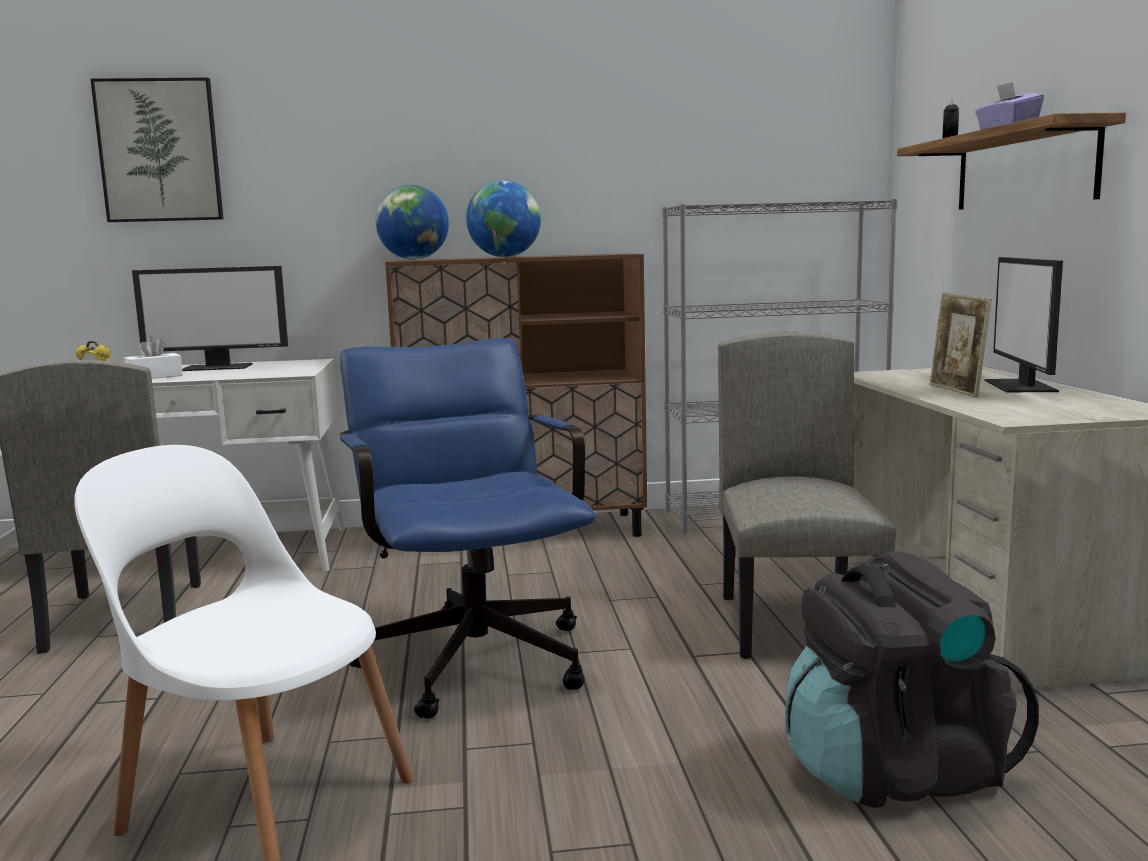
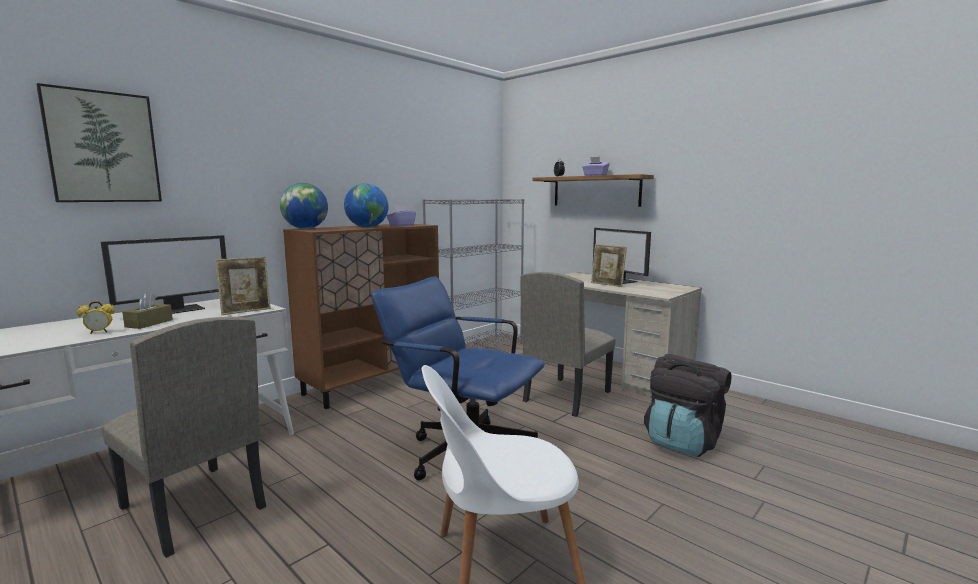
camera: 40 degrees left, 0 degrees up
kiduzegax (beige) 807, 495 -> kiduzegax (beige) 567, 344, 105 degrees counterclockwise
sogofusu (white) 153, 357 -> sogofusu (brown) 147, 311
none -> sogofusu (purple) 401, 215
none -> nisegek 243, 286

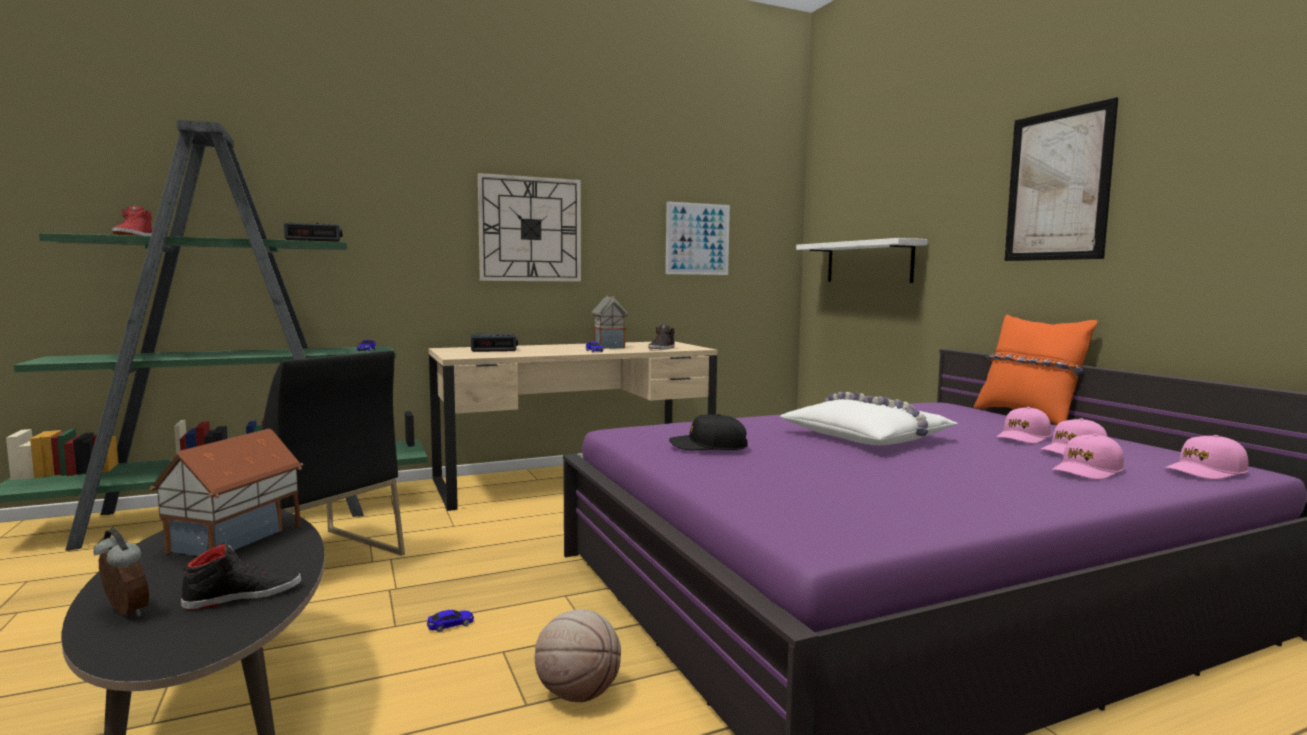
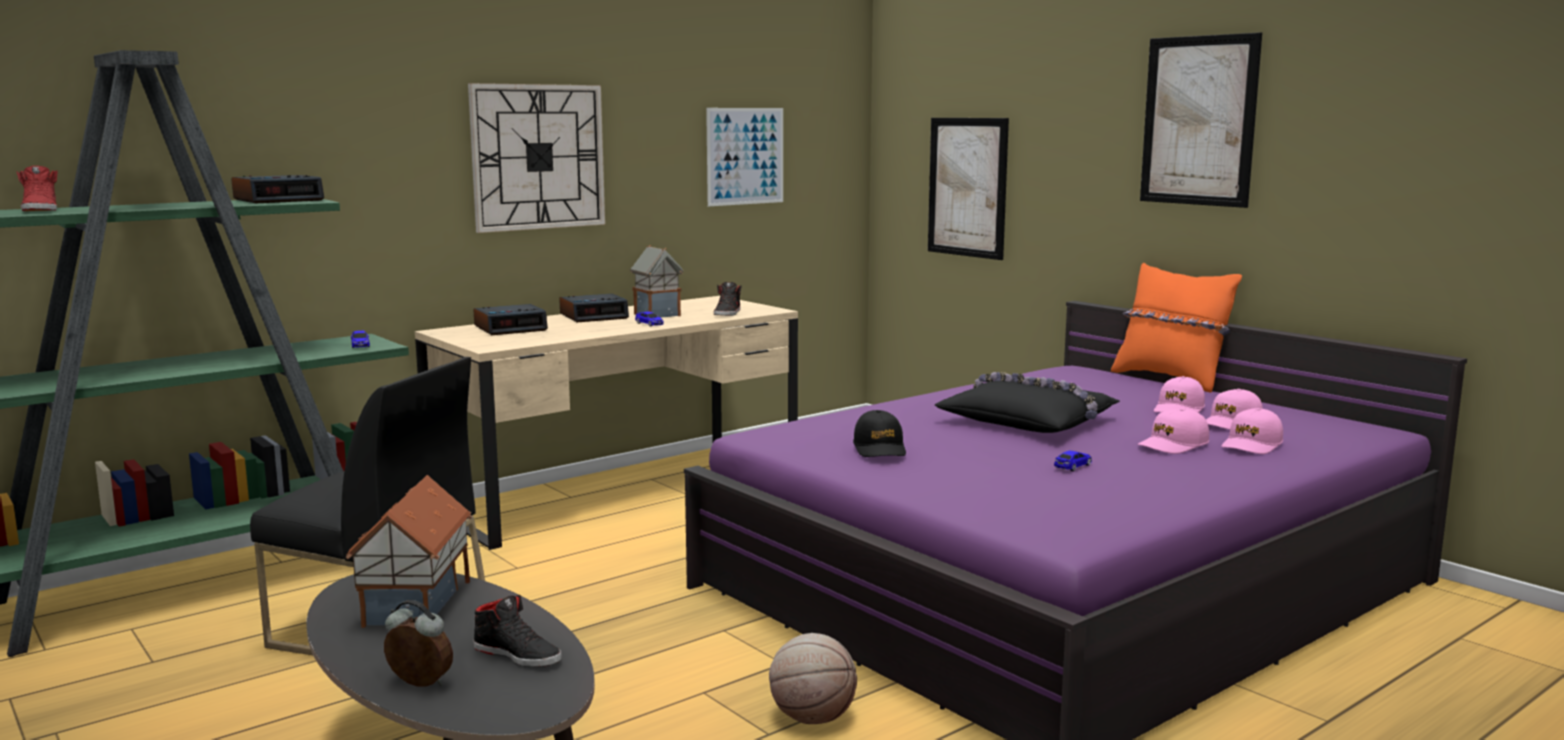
camera: 15 degrees left, 5 degrees up
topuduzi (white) 862, 260 -> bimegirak 968, 189
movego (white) 869, 418 -> movego (black) 1027, 402
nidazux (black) 708, 432 -> nidazux (black) 879, 433, 90 degrees counterclockwise
nidazux (pink) 1206, 457 -> nidazux (pink) 1173, 431, moved
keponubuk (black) 241, 576 -> keponubuk (black) 517, 631, 75 degrees clockwise
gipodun 450, 621 -> gipodun 1073, 461, moved
none -> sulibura 594, 308

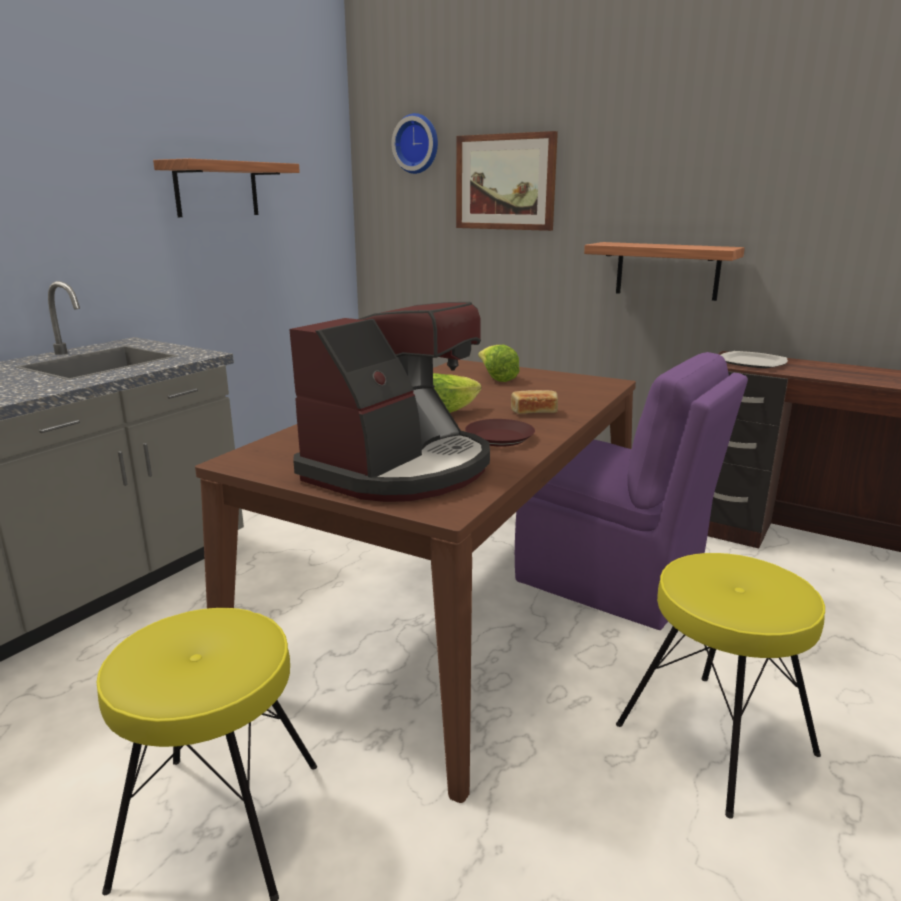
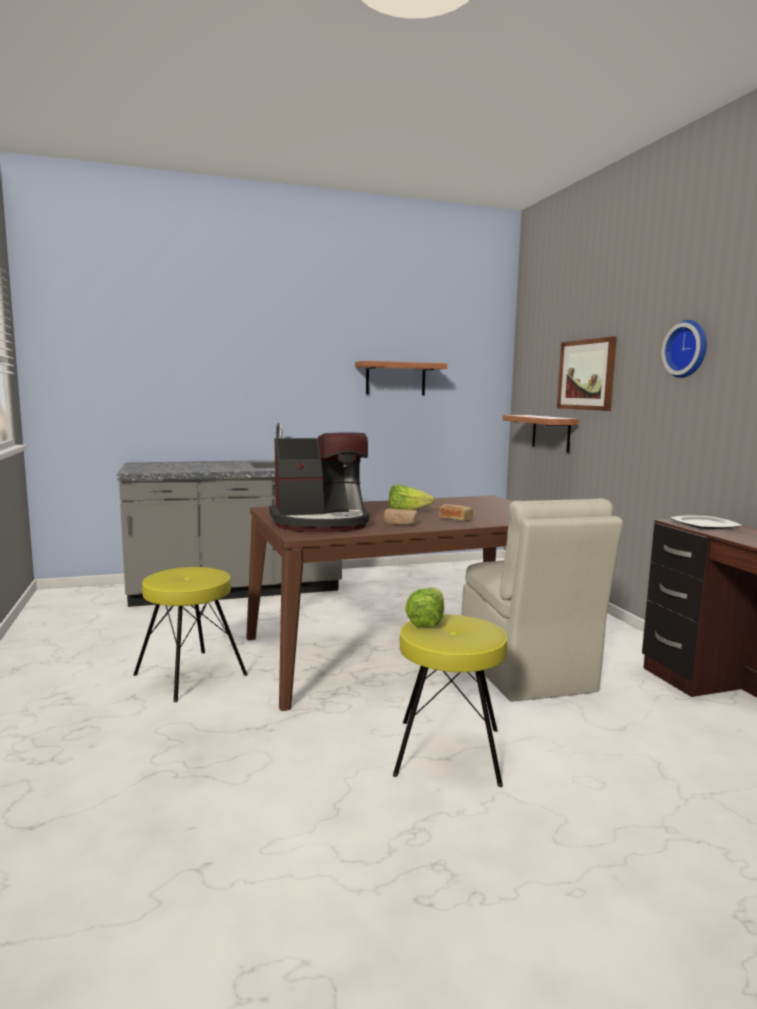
camera: 40 degrees right, 10 degrees down
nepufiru 414, 143 -> nepufiru 684, 349, moved
topuduzi 664, 271 -> topuduzi 541, 434, moved
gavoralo 499, 363 -> gavoralo 424, 607, moved
kiduzegax (purple) 631, 491 -> kiduzegax (beige) 542, 600
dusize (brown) 500, 433 -> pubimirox 400, 516

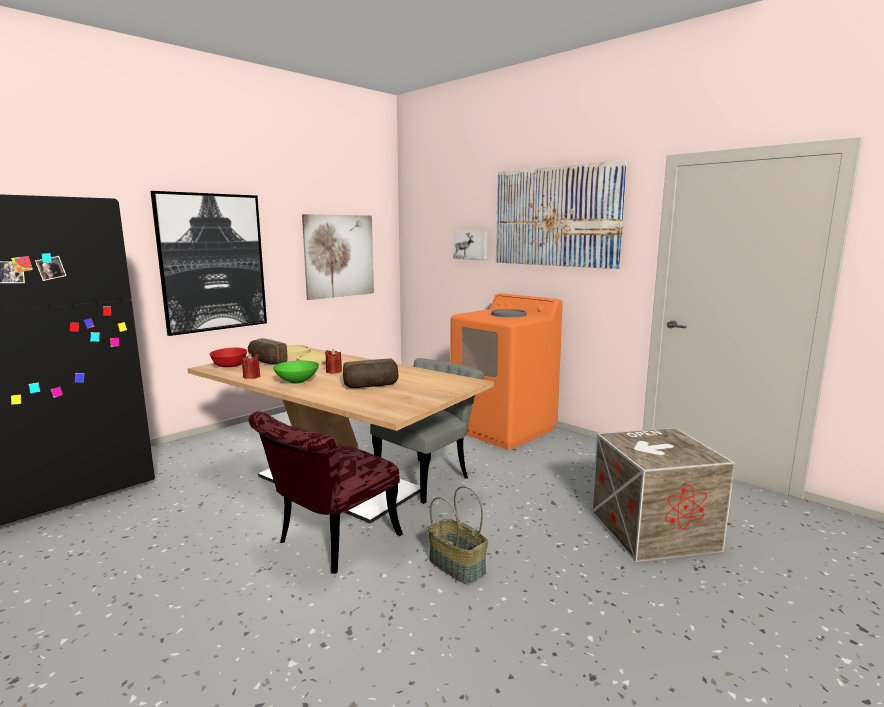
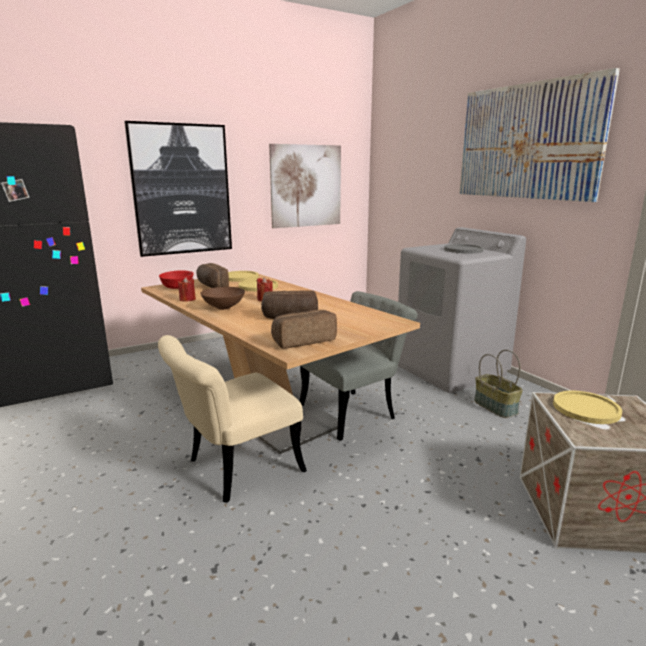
camera: 15 degrees right, 5 degrees up
bimegirak 470, 245 -> none
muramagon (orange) 506, 371 -> muramagon (grey) 462, 310
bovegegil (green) 296, 372 -> bovegegil (brown) 223, 298
kiduzegax (red) 326, 492 -> kiduzegax (beige) 232, 419
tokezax 458, 535 -> tokezax 498, 384, moved
none -> pubimirox 304, 329
none -> dusize (yellow) 587, 407

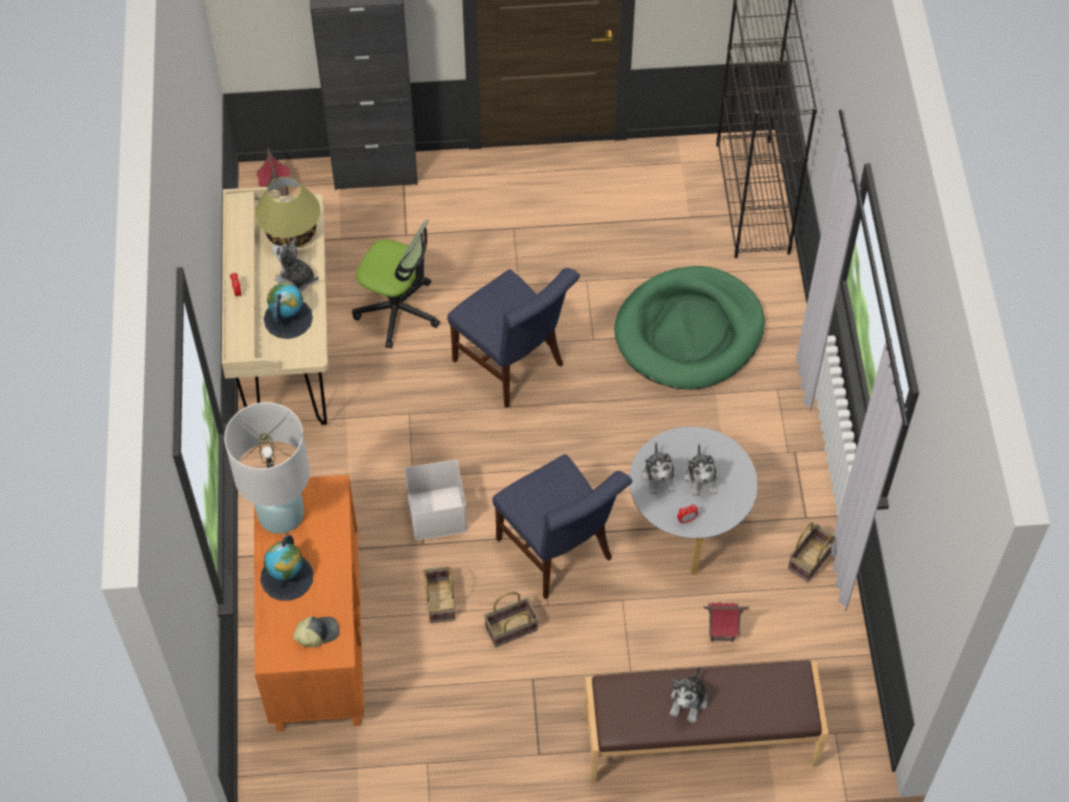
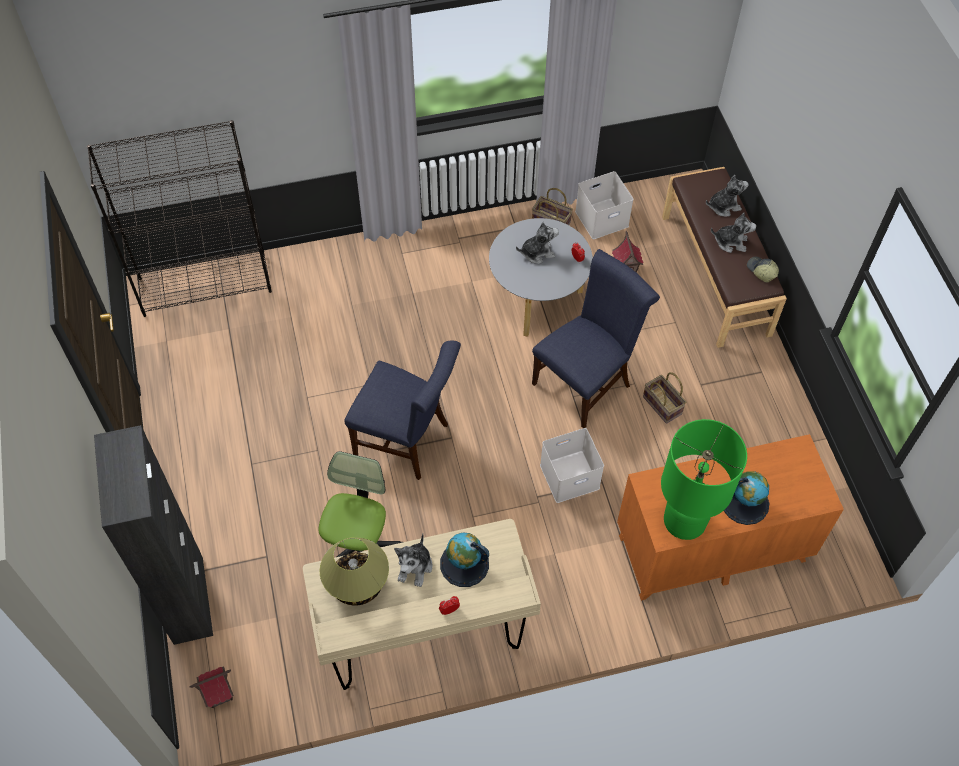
camera: 100 degrees left, 0 degrees up
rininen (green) 689, 328 -> none
kiduzegax (blue) 513, 338 -> kiduzegax (blue) 402, 410, 75 degrees clockwise
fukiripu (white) 267, 468 -> fukiripu (green) 704, 479
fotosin 659, 468 -> fotosin 727, 195, moved
tokezax 439, 594 -> none
nidazux 316, 631 -> nidazux 763, 270, moved
none -> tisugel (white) 604, 205

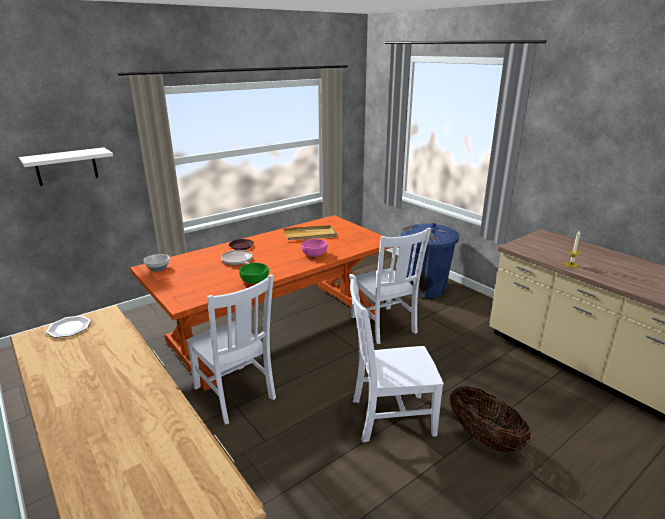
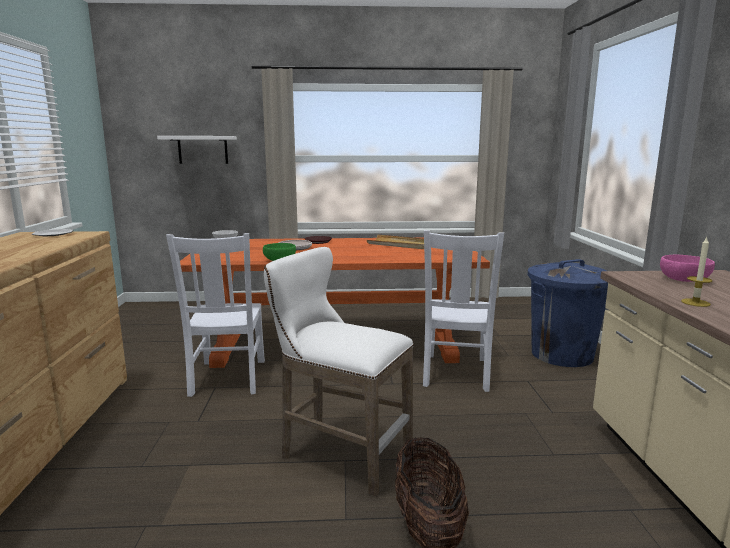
camera: 35 degrees right, 10 degrees down
bovegegil (pink) 314, 248 -> bovegegil (pink) 687, 268, moved
kiduzegax (white) 396, 358 -> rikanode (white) 339, 371

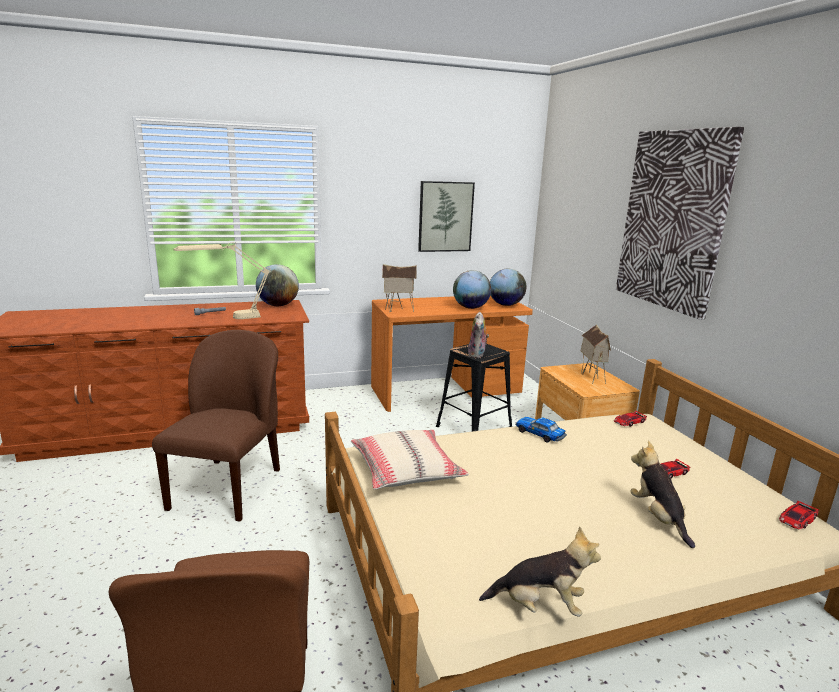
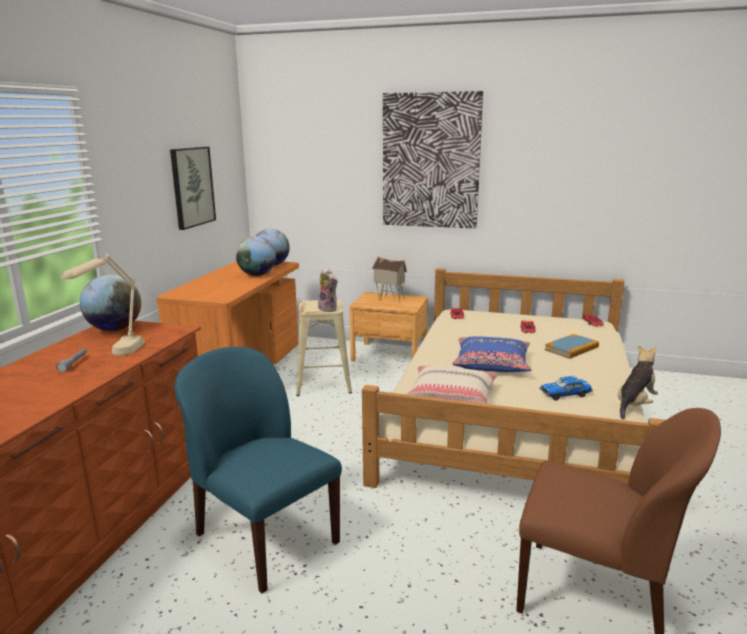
camera: 55 degrees left, 0 degrees up
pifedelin 399, 288 -> none
kiduzegax (brown) 216, 426 -> kiduzegax (blue) 258, 470
rikanode (black) 474, 387 -> rikanode (beige) 324, 348
gipodun 541, 430 -> gipodun 566, 388, moved
fotosin 663, 494 -> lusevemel 571, 346
none -> movego (blue) 492, 354

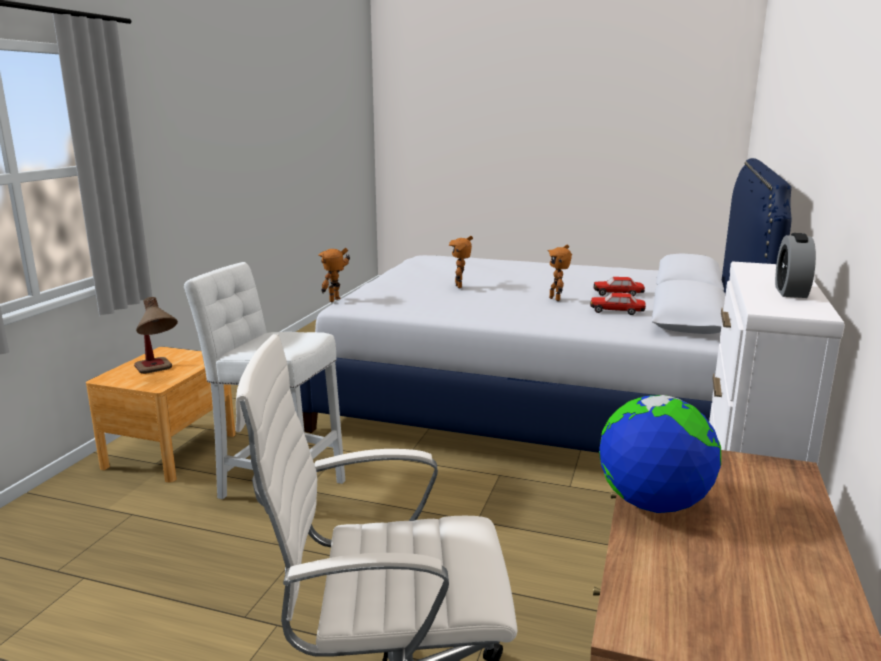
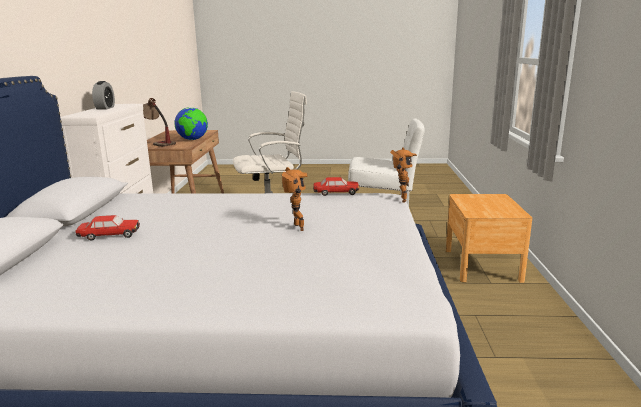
camera: 165 degrees right, 0 degrees up
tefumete 559, 272 -> none
gipodun 618, 304 -> gipodun 336, 186, moved
fukiripu 156, 335 -> fukiripu 159, 122, moved

